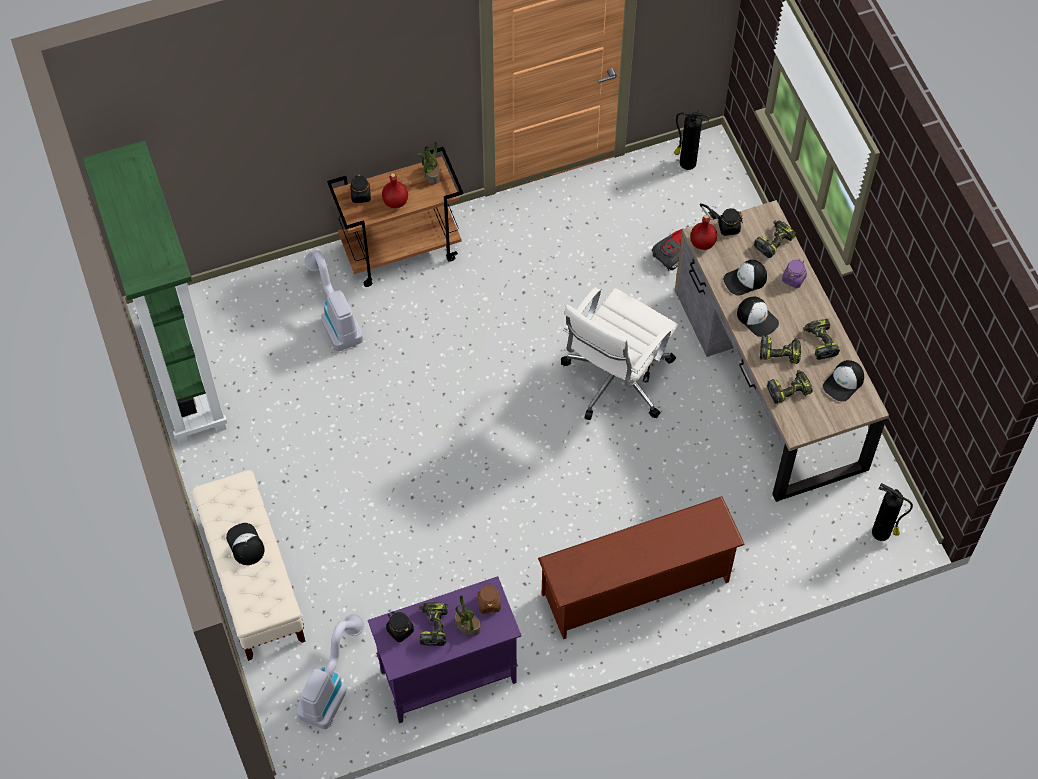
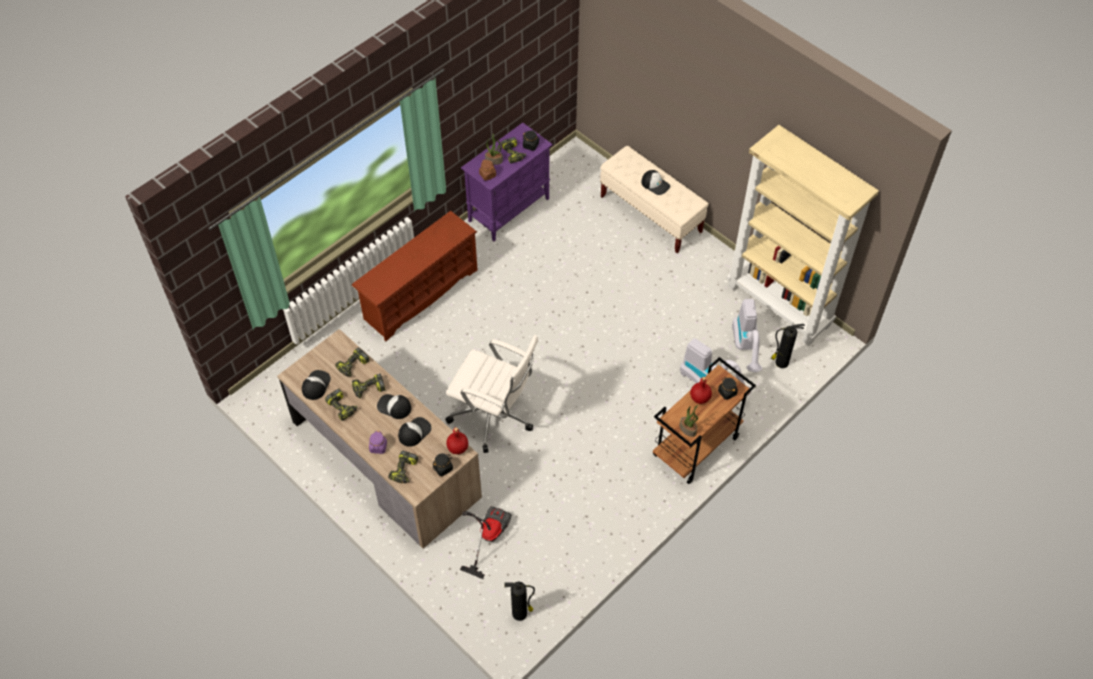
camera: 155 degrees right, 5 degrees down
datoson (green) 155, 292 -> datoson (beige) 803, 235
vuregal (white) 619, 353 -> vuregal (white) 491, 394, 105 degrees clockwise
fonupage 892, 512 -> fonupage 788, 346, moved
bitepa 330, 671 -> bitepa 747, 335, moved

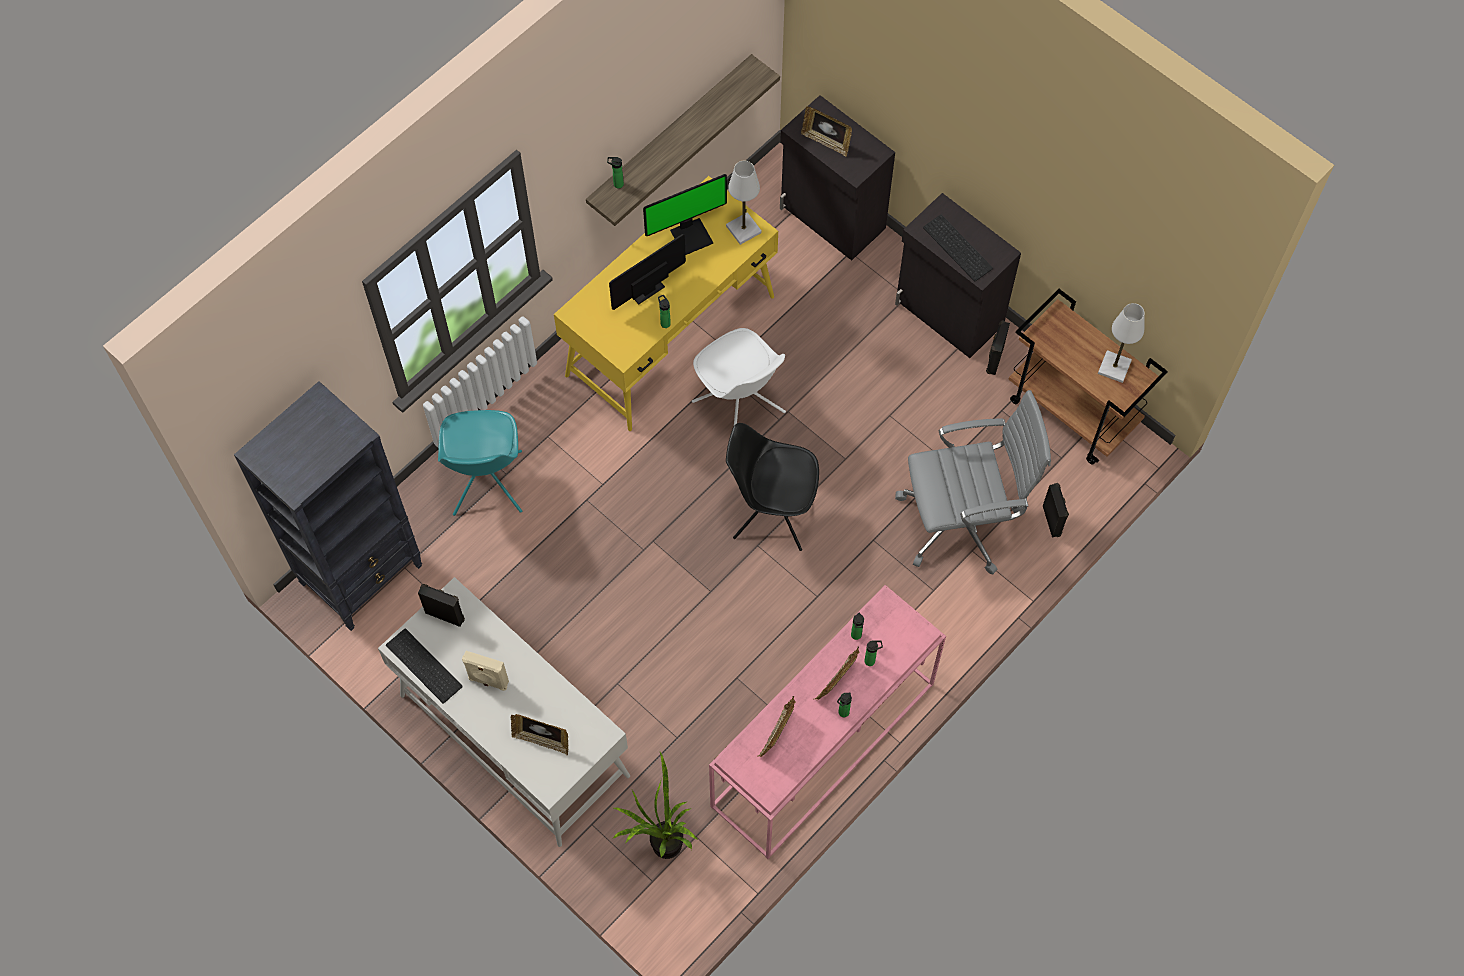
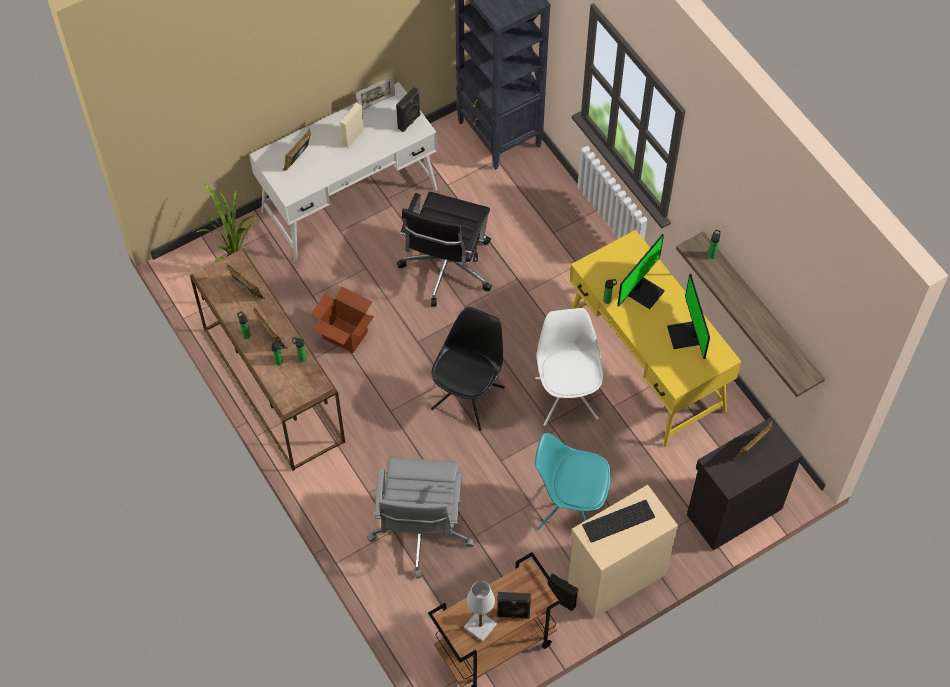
camera: 105 degrees right, 5 degrees down
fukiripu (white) 744, 203 -> none
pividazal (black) 958, 275 -> pividazal (beige) 623, 551
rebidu 647, 272 -> rebidu 641, 271, 60 degrees clockwise
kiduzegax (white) 739, 376 -> kiduzegax (white) 569, 367, 105 degrees clockwise
kiduzegax (turquoise) 480, 463 -> kiduzegax (turquoise) 573, 481, moved
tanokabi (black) 1056, 510 -> tanokabi (black) 514, 605, moved
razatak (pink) 827, 722 -> razatak (brown) 267, 360
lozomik 424, 666 -> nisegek 375, 93
none -> vuregal (black) 444, 249
none -> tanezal 342, 319

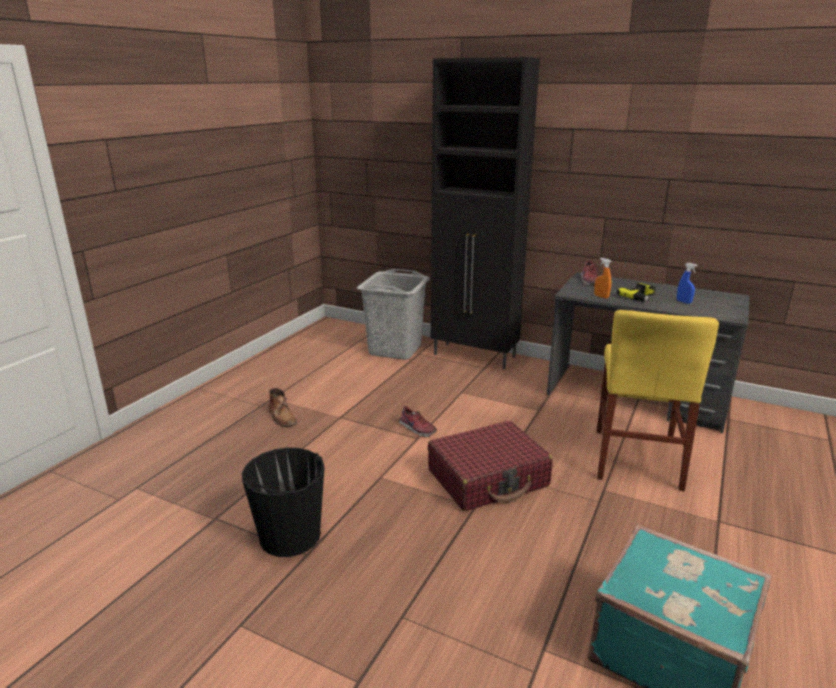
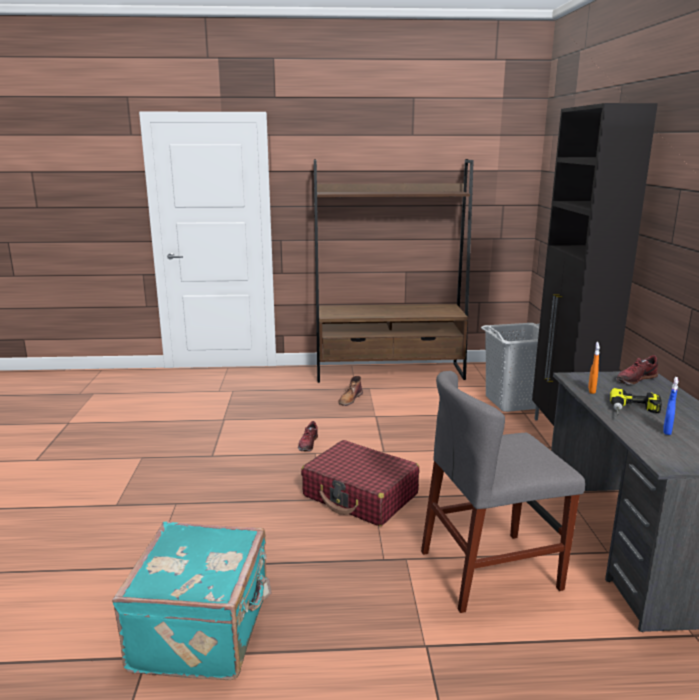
camera: 60 degrees right, 5 degrees down
kiduzegax (yellow) 658, 400 -> kiduzegax (grey) 503, 492
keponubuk 418, 421 -> keponubuk 308, 436, moved
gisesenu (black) 283, 502 -> none
none -> datoson (brown) 394, 271

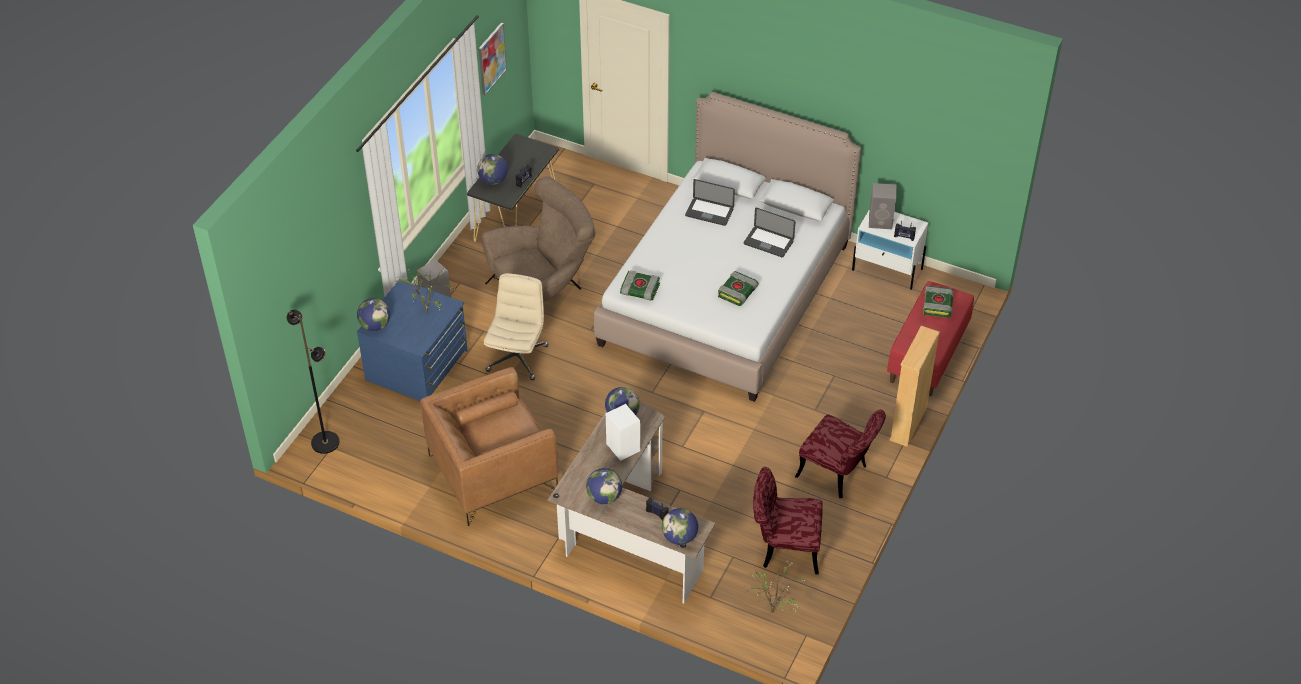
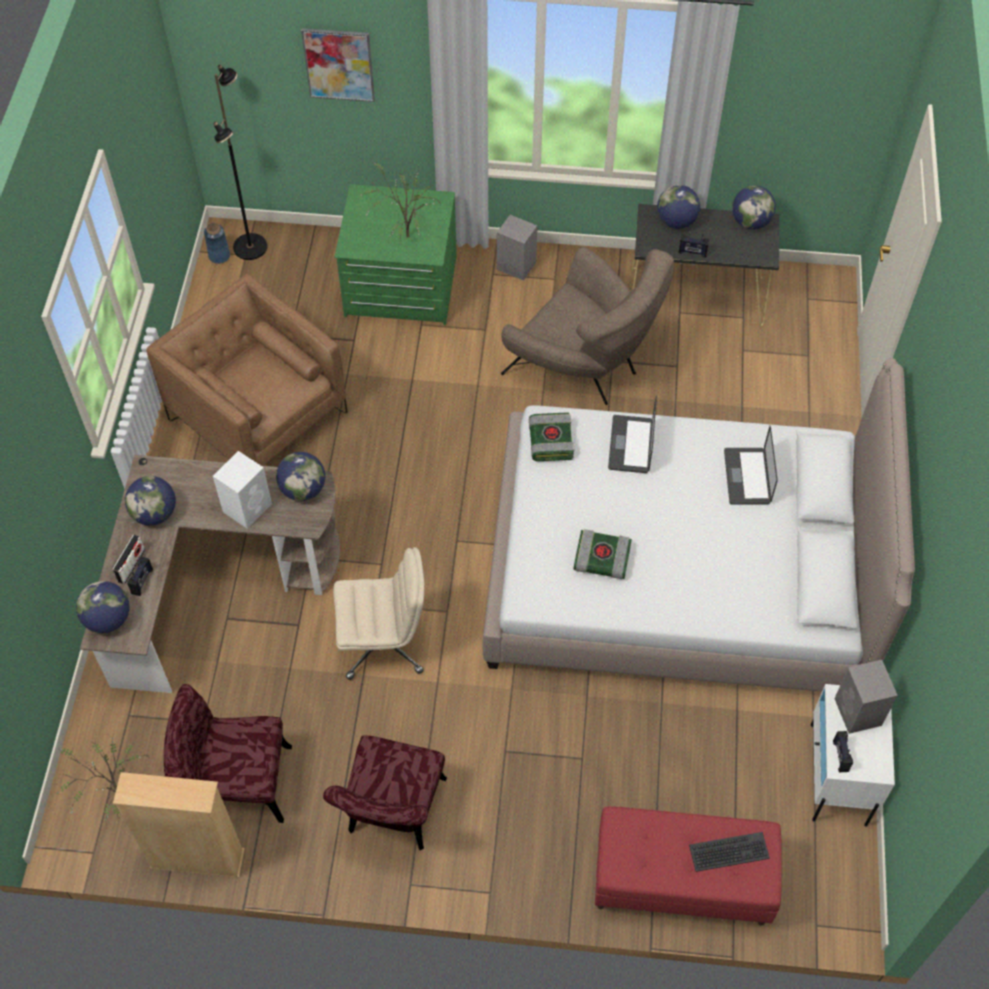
camera: 70 degrees right, 10 degrees up
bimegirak 493, 59 -> bimegirak 338, 65, moved
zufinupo 769, 232 -> zufinupo 632, 434, moved
vuregal (beige) 516, 326 -> vuregal (beige) 379, 613, moved
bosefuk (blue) 412, 340 -> bosefuk (green) 395, 254
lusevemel 938, 301 -> lozomik 729, 852
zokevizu 373, 314 -> zokevizu 754, 207, moved
datoson (beige) 914, 386 -> datoson (beige) 179, 825, moved
kiduzegax (red) 788, 521 -> kiduzegax (red) 228, 753, 75 degrees counterclockwise
none -> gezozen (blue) 217, 243
none -> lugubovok 128, 559

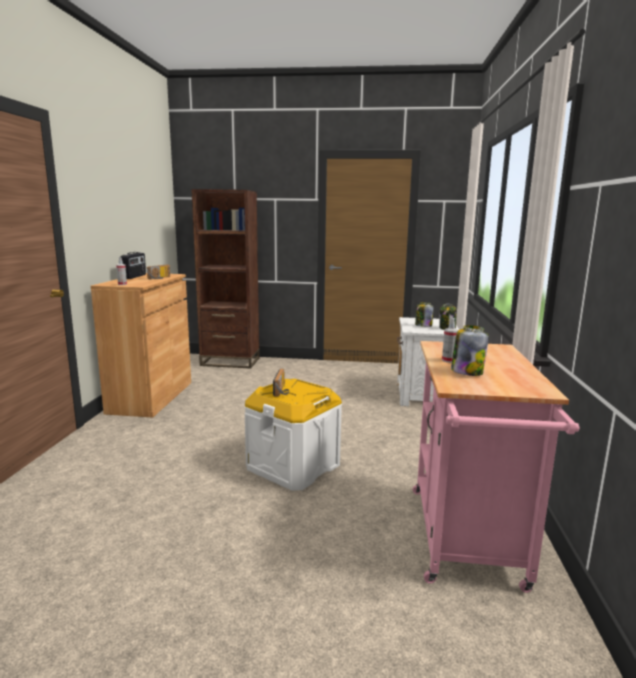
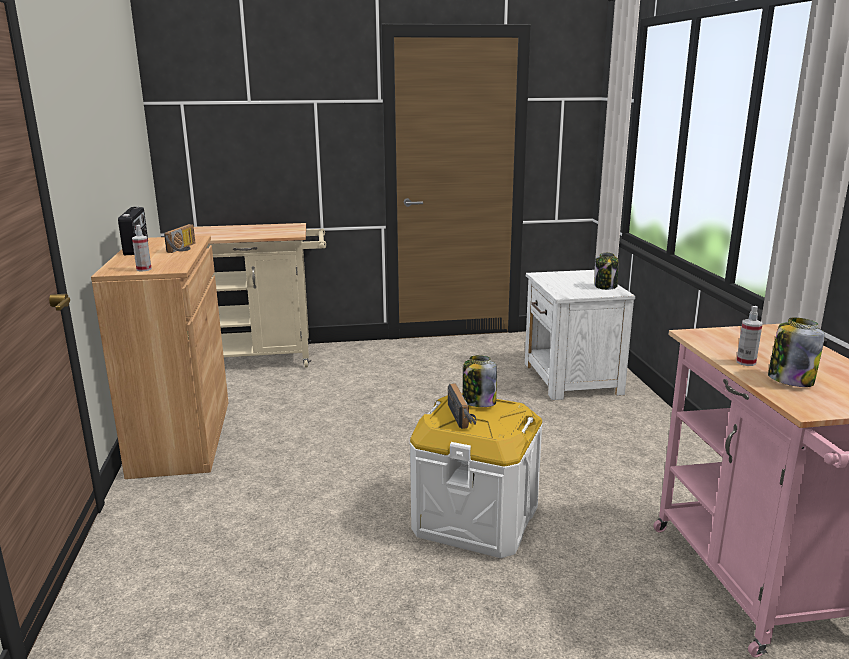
camera: 15 degrees left, 5 degrees up
datoson (brown) 225, 279 -> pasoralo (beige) 260, 295
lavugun 424, 314 -> lavugun 480, 381, moved

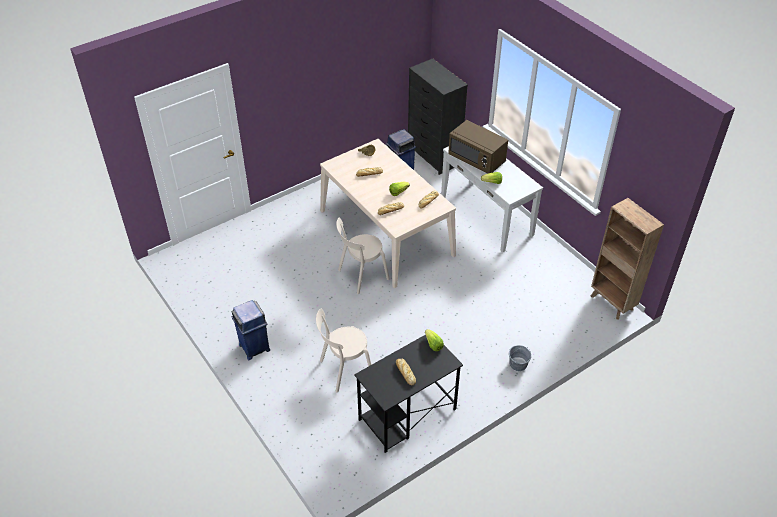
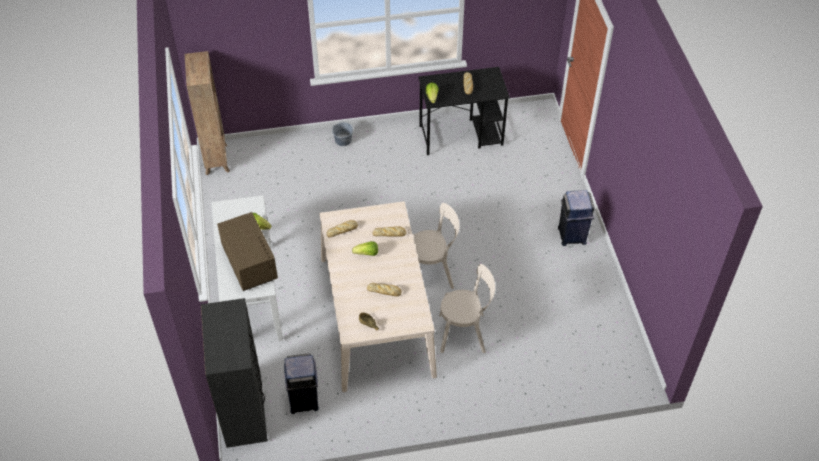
camera: 155 degrees left, 5 degrees up
kiduzegax (beige) 344, 350 -> kiduzegax (beige) 467, 308, moved

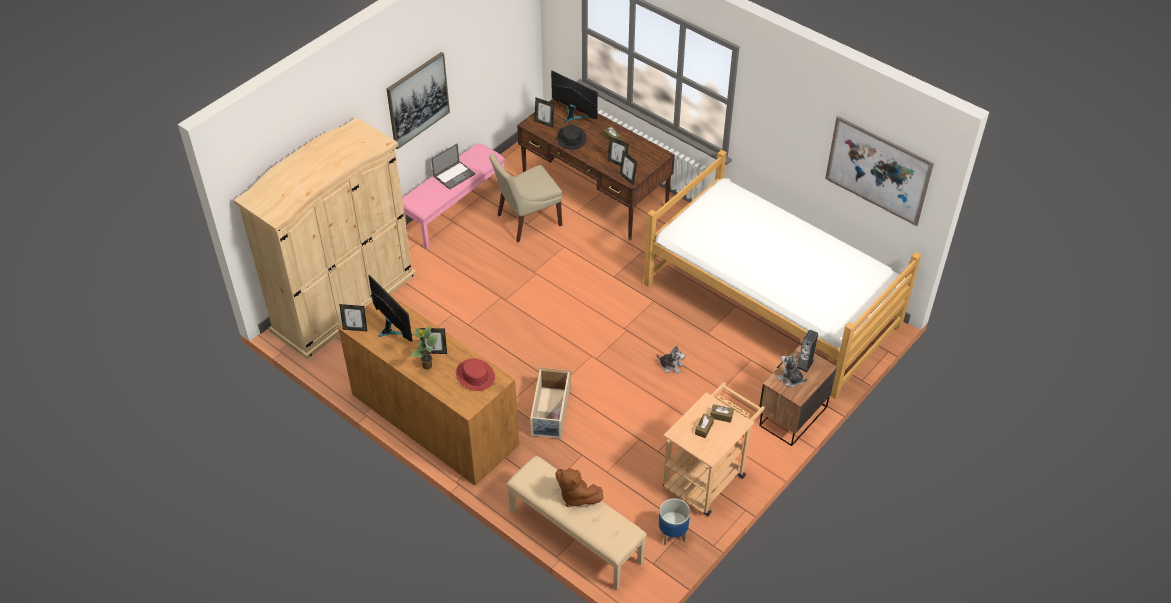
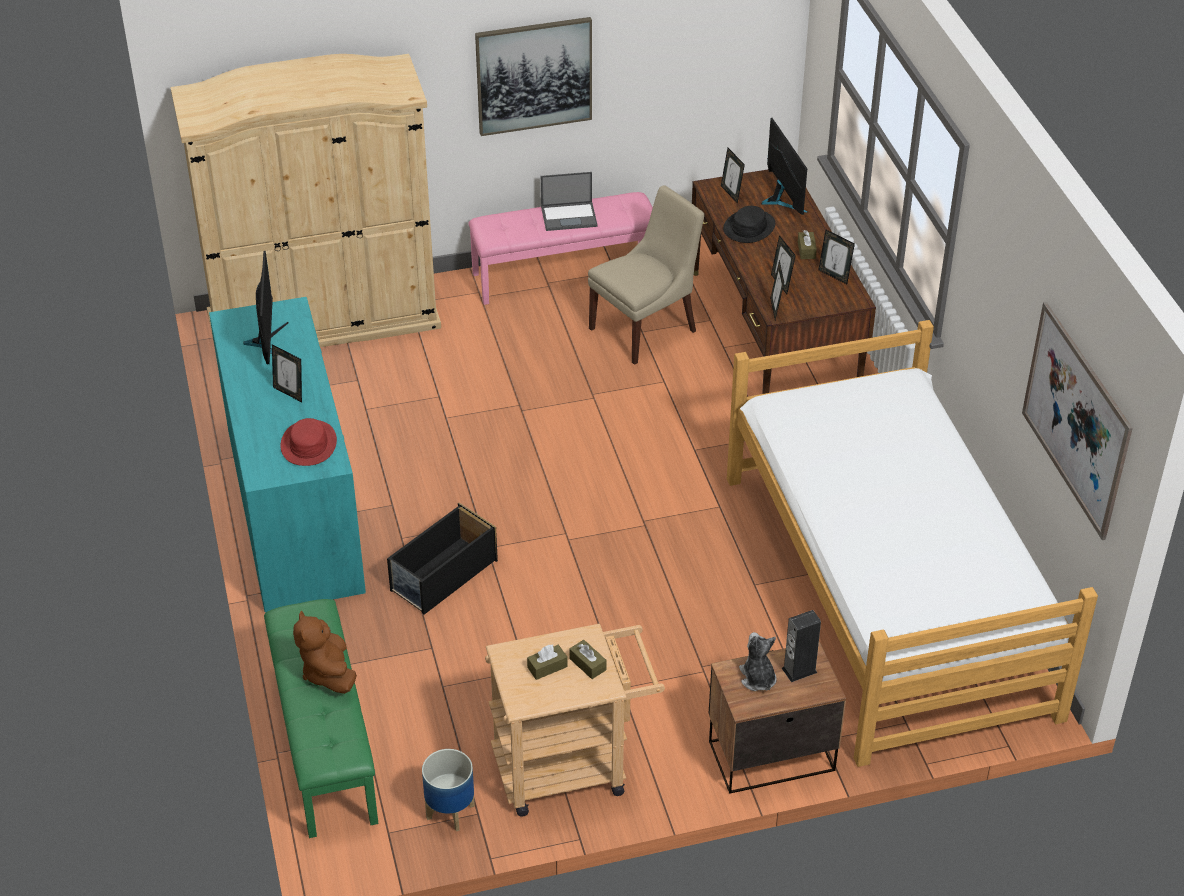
camera: 35 degrees right, 5 degrees down
kiduzegax (beige) 525, 198 -> kiduzegax (beige) 646, 275, 135 degrees clockwise
bosefuk (brown) 428, 389 -> bosefuk (turquoise) 287, 454
nisegek 353, 317 -> nisegek 836, 257, moved
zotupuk 424, 348 -> none
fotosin 671, 360 -> none
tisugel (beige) 550, 403 -> tisugel (black) 442, 559
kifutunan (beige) 576, 523 -> kifutunan (green) 321, 718

